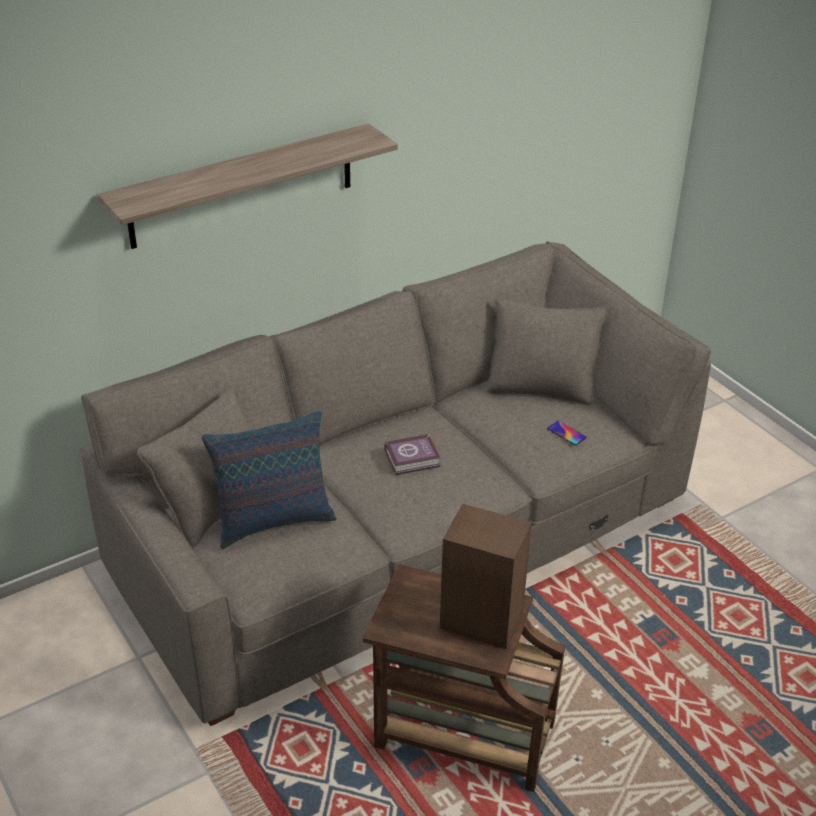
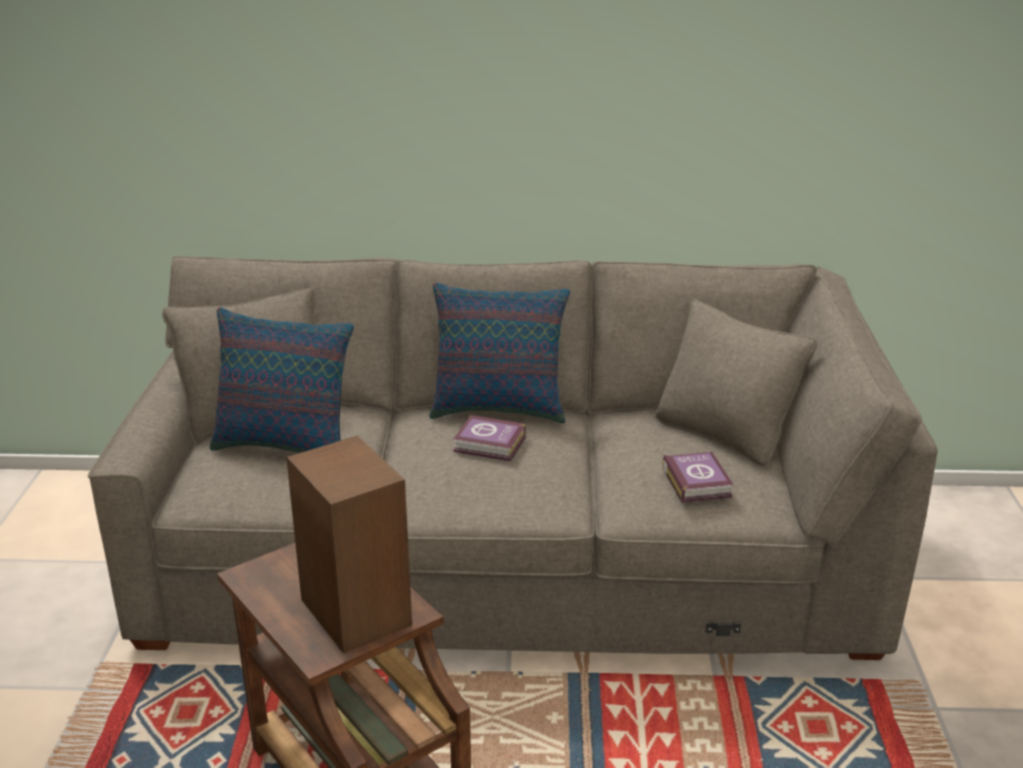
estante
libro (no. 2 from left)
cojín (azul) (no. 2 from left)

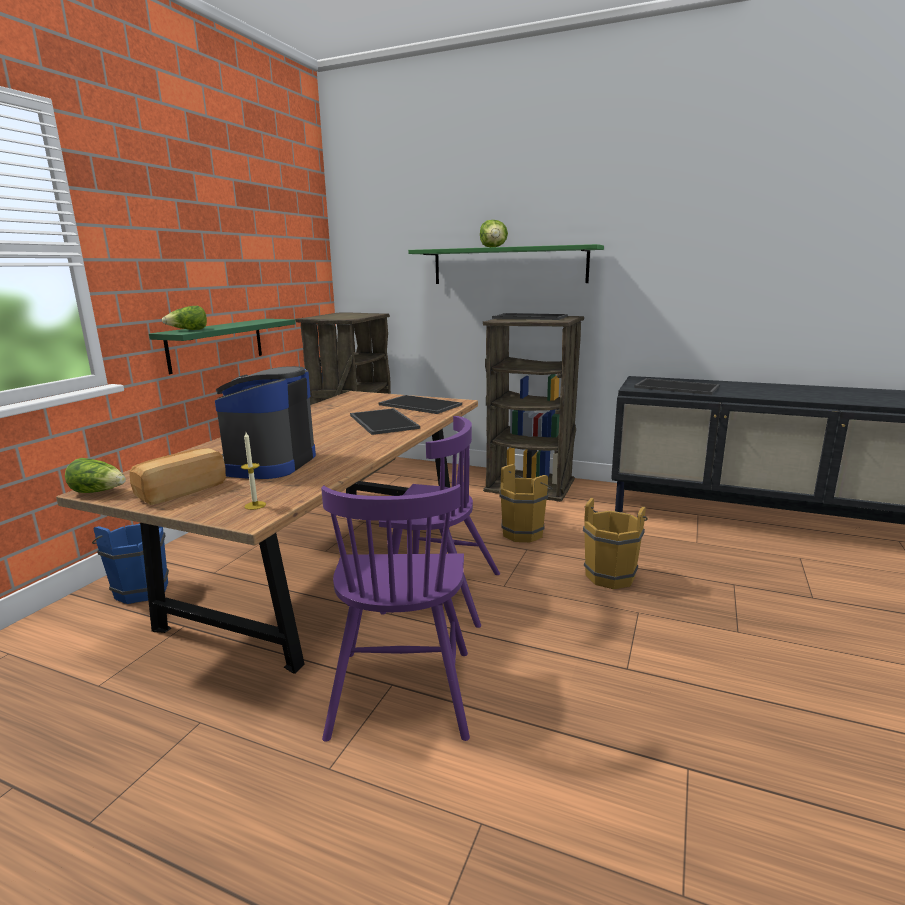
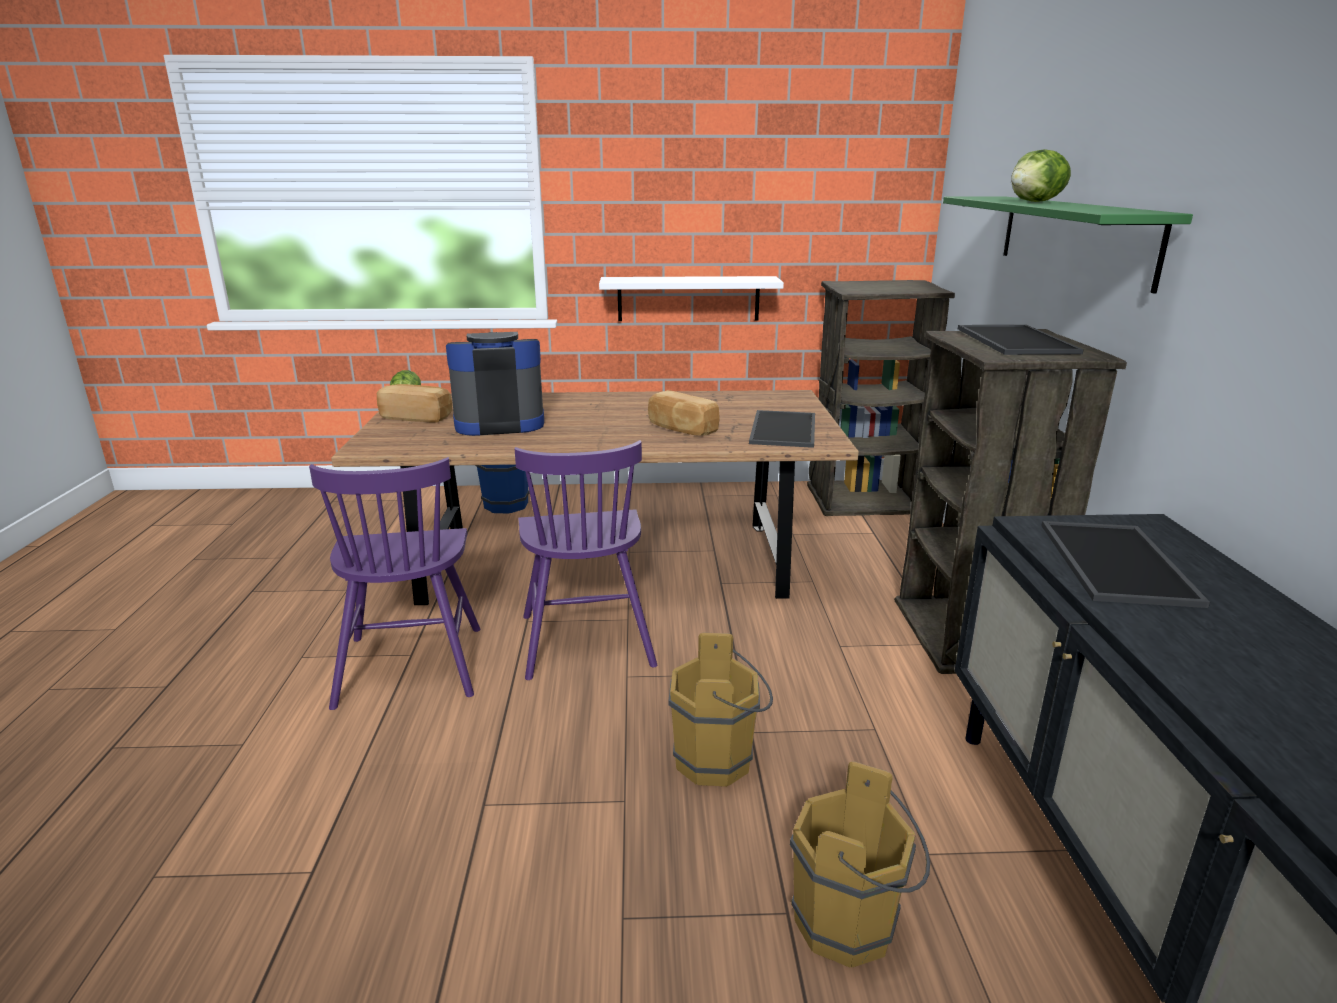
lechuga (no. 2 from left in the first image)
estante (blanco)
pan (no. 2 from left)
vela
cubo (marrón) (no. 2 from left)
silla (morado) (no. 1 from left)

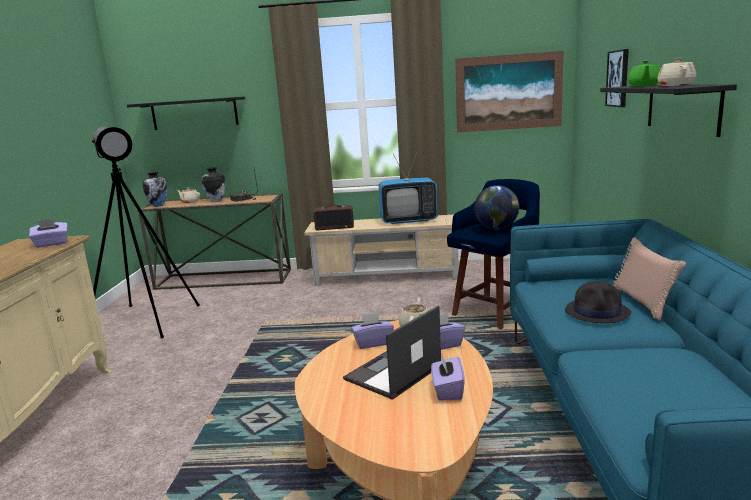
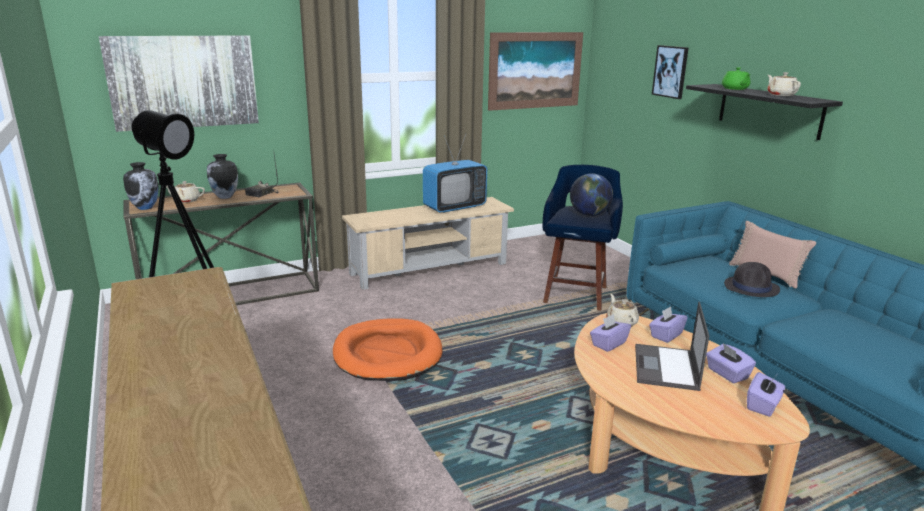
cuadro (no. 1 from left)
radio (no. 2 from left in the first image)
caja de pañuelos (morado) (no. 4 from left)
cama para perro (naranja)

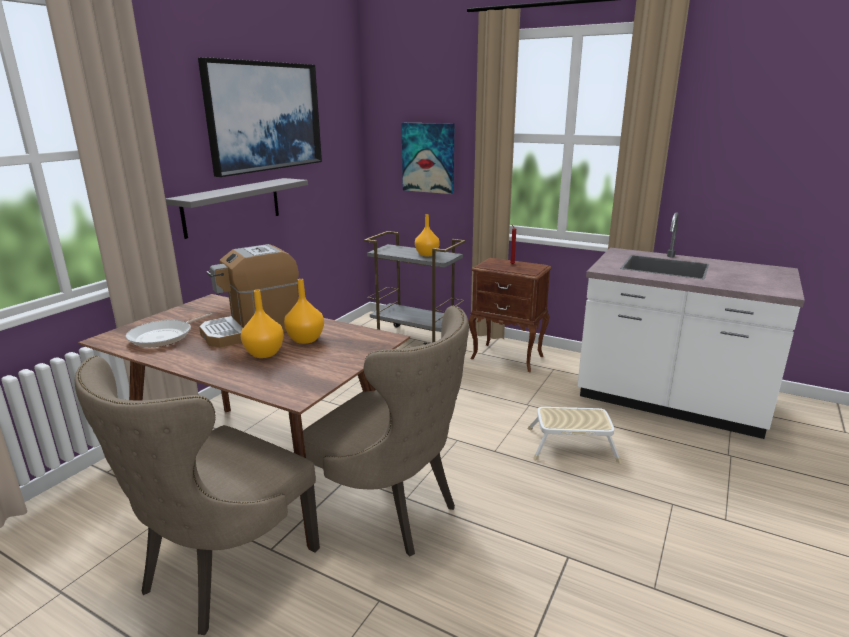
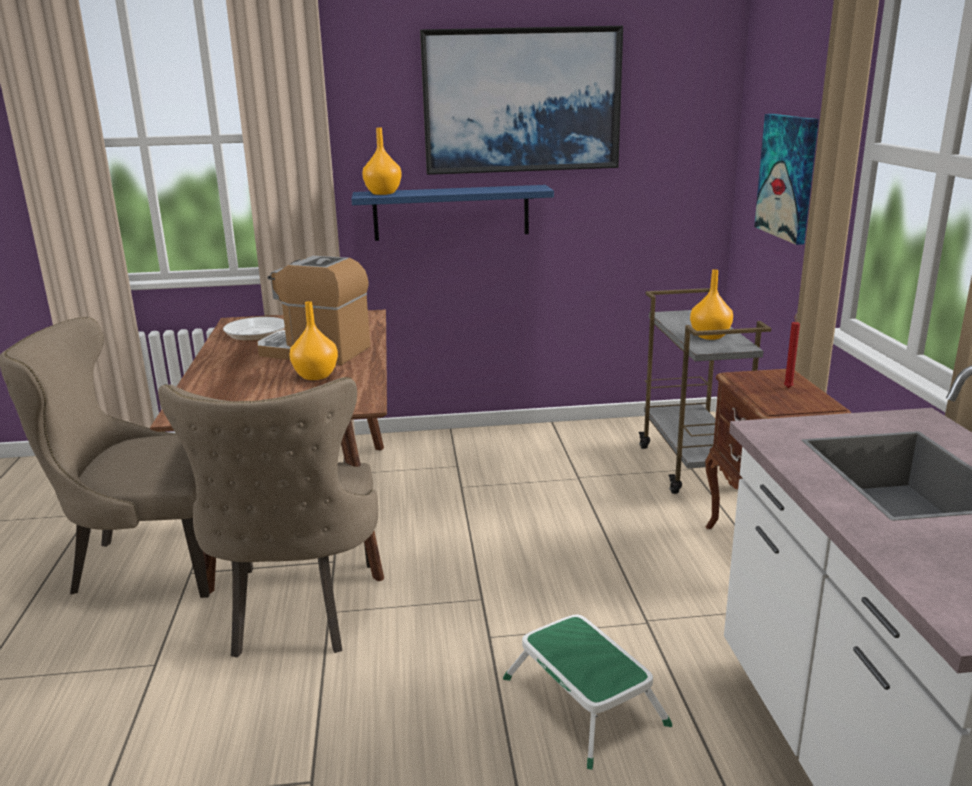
estante (azul)
florero (naranja) (no. 2 from left)
escalera de tijera (verde)

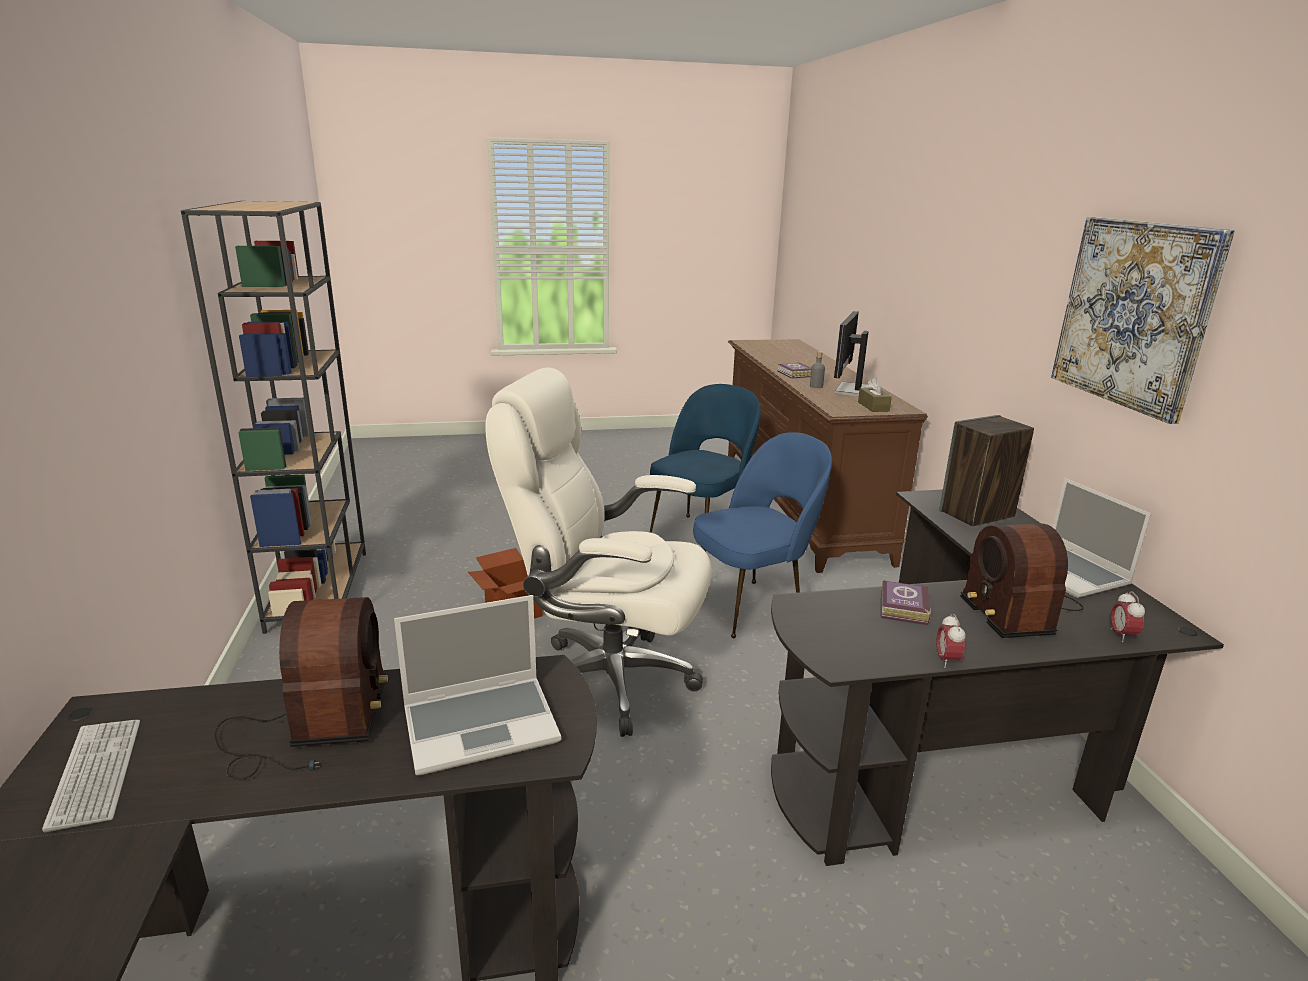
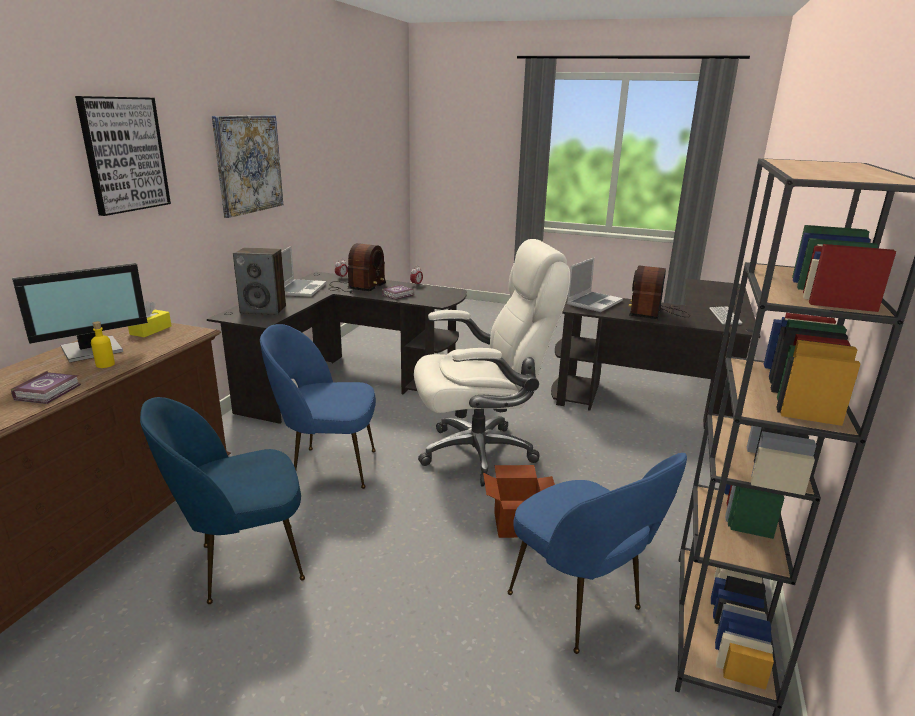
botella (amarillo)
silla de oficina (blanco)
caja de pañuelos (amarillo)
portátil (no. 2 from left)
cuadro (no. 1 from left)
silla (azul) (no. 3 from left)

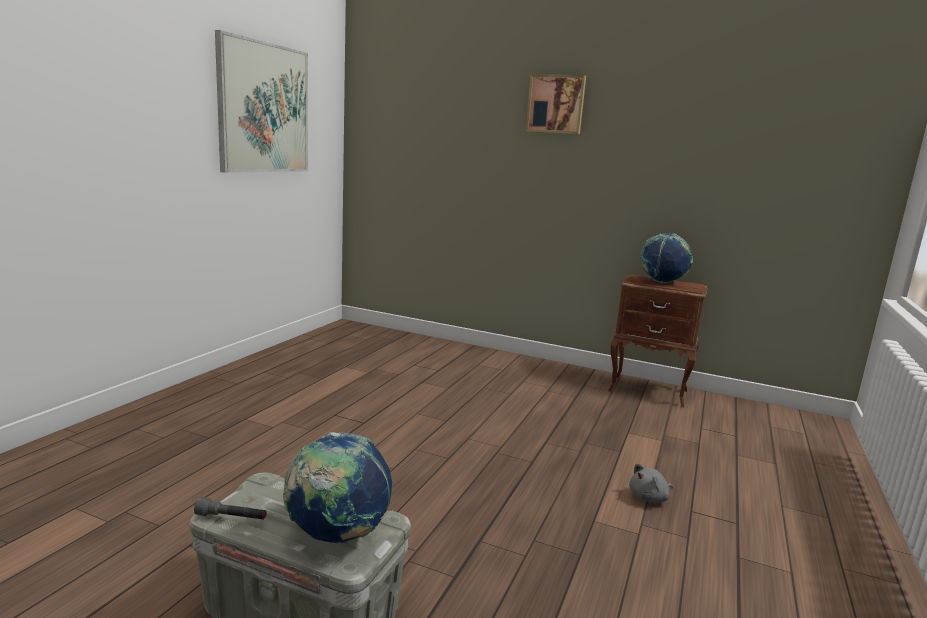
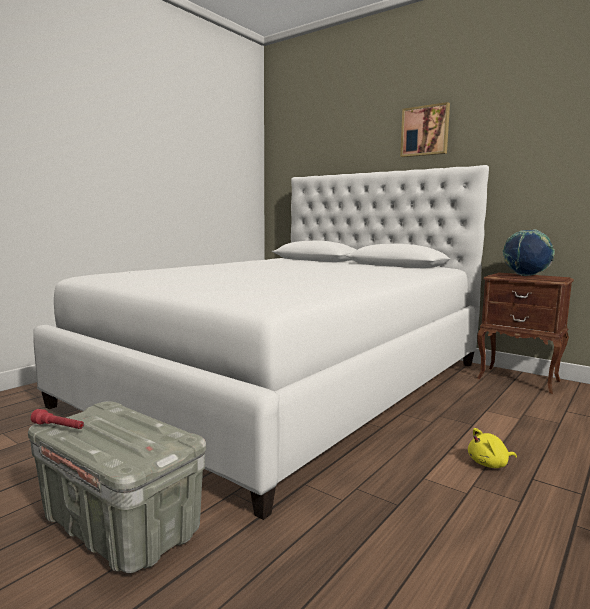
cuadro (no. 1 from left in the first image)
globo terráqueo (no. 1 from left in the first image)
peluche (amarillo)
linterna (rojo)
cama (blanco)

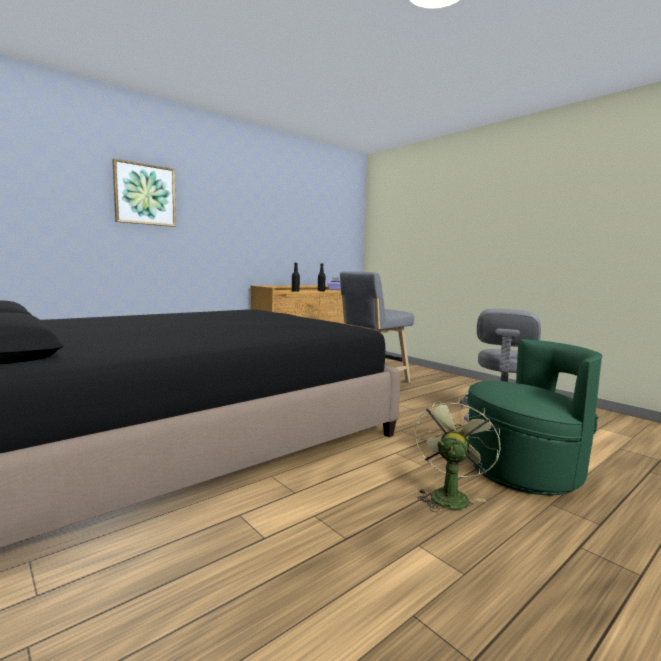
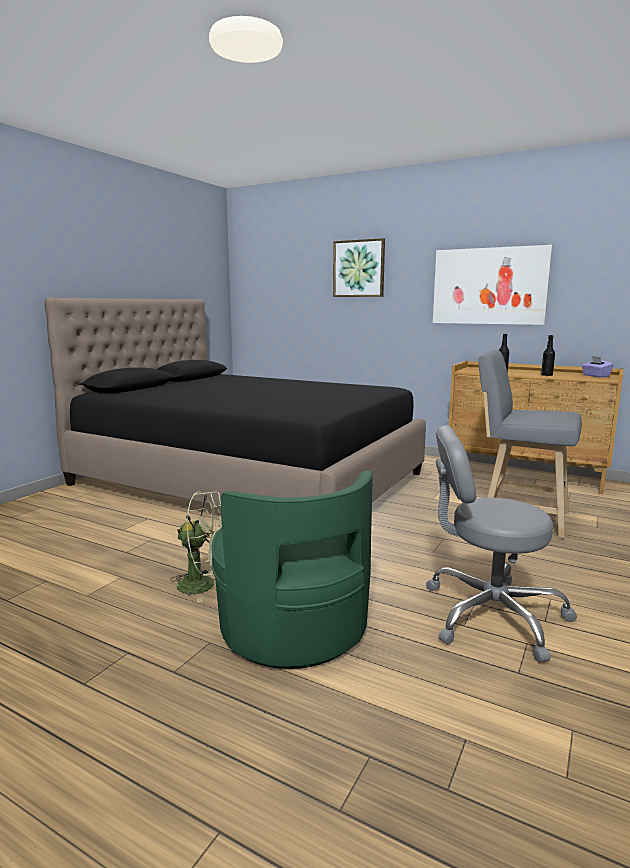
cuadro (no. 2 from left)

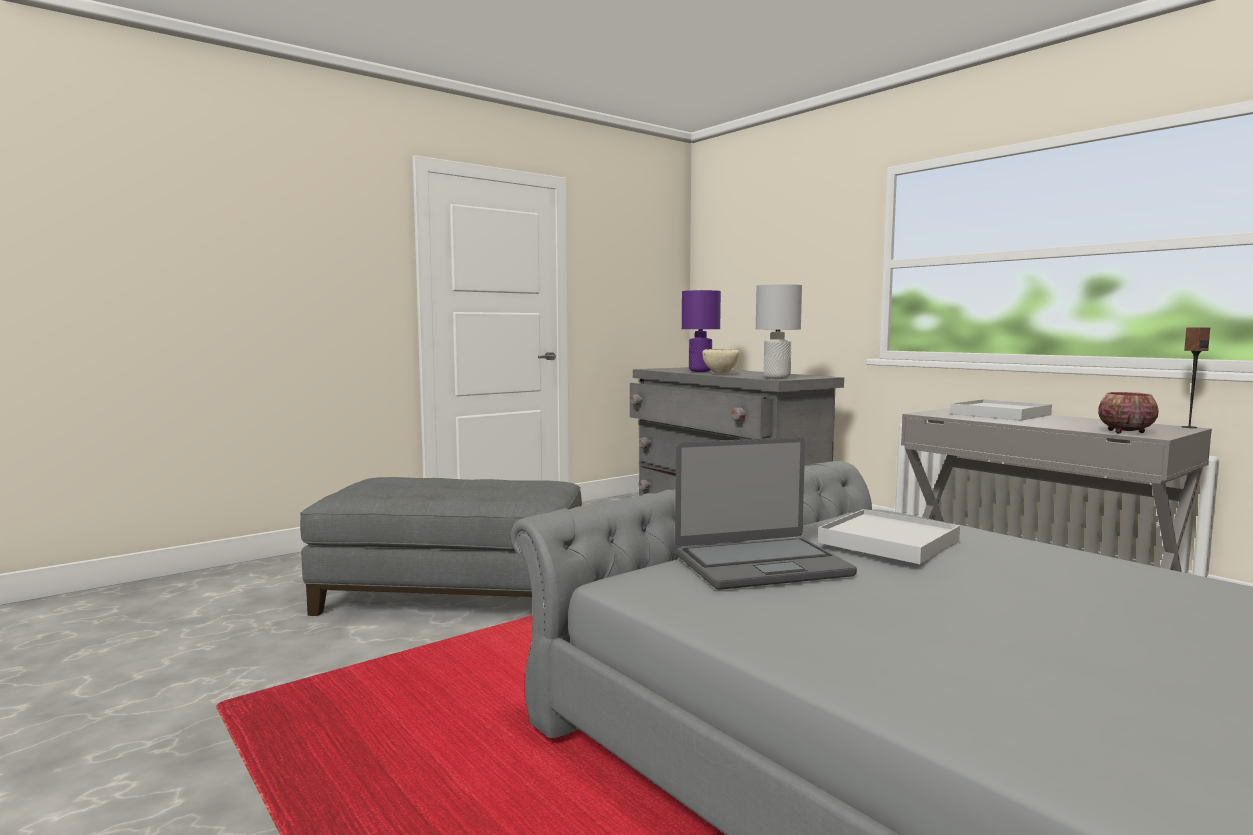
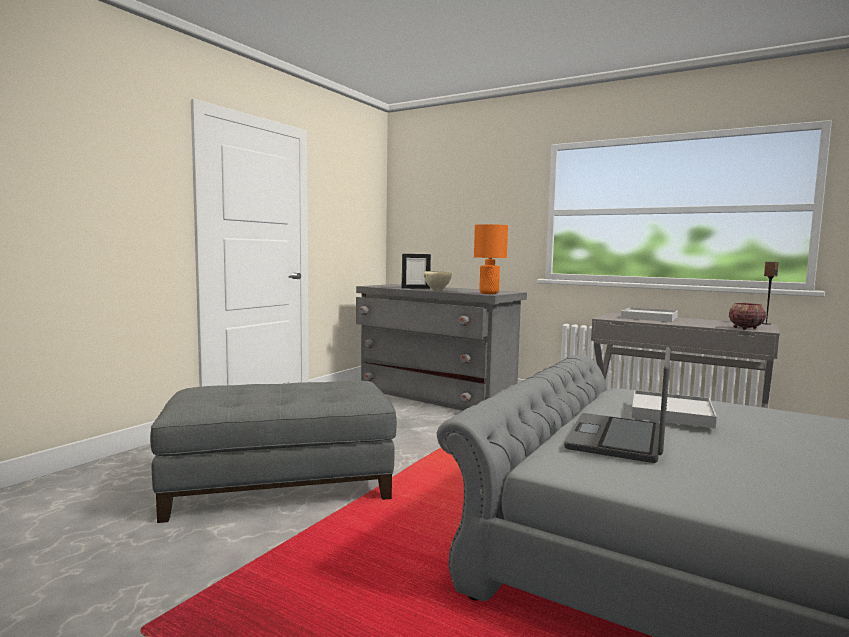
lámpara de mesa (naranja)
portarretratos
portátil

